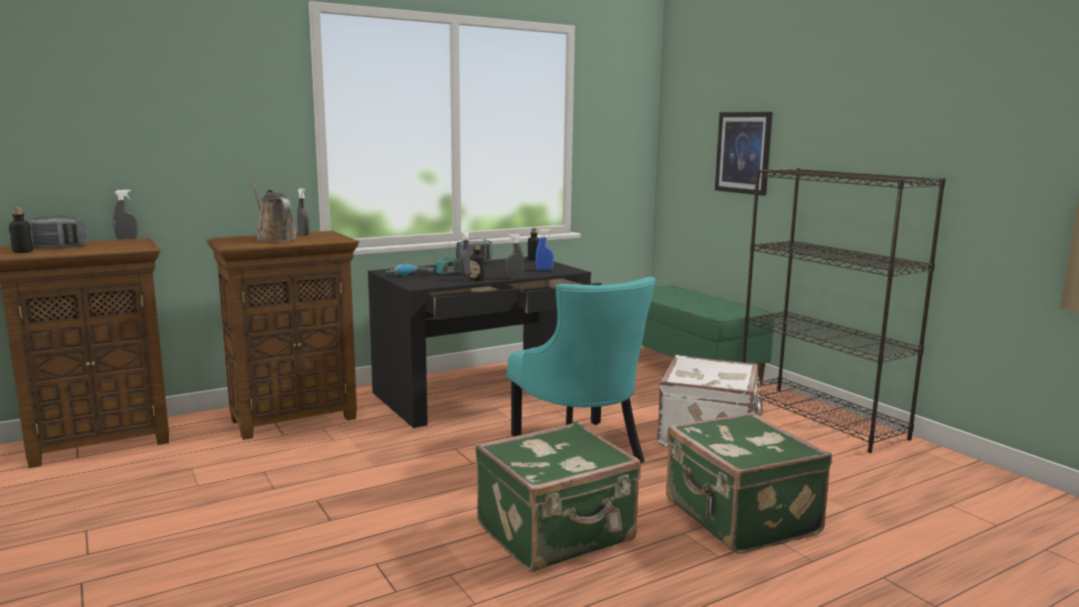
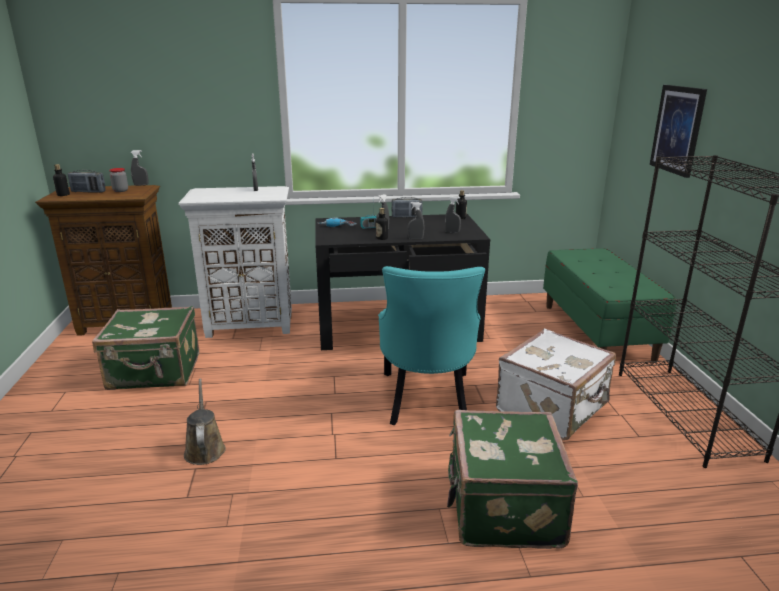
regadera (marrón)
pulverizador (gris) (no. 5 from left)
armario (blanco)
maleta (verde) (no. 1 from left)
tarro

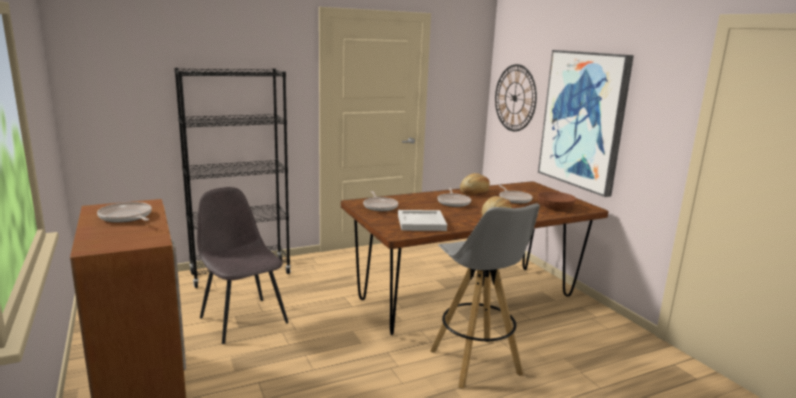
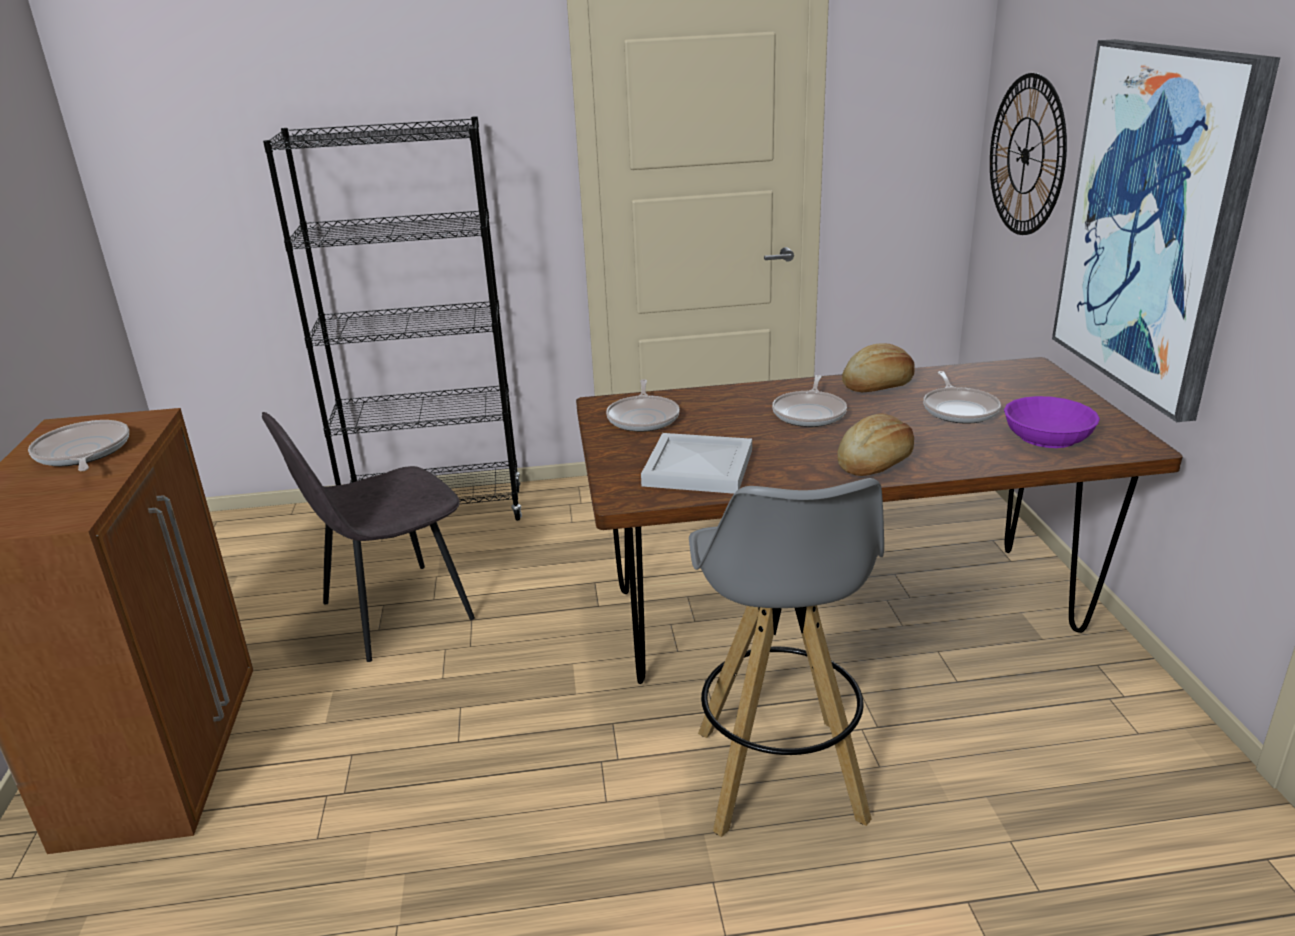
silla (gris)
cuenco (morado)

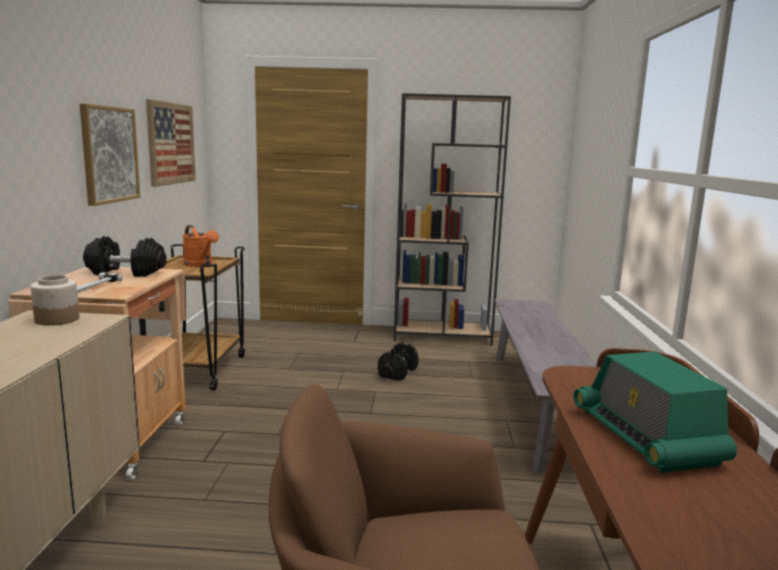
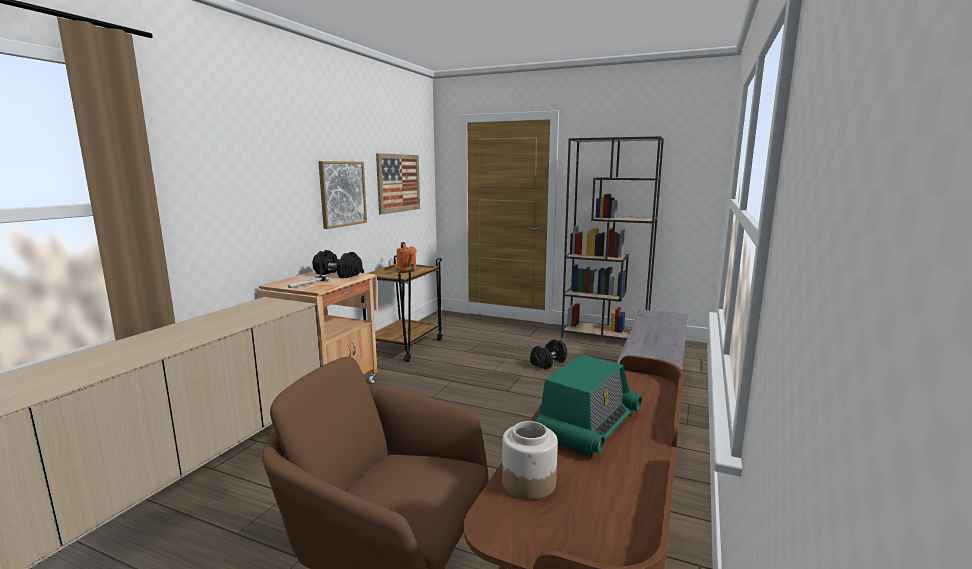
tarro
radio

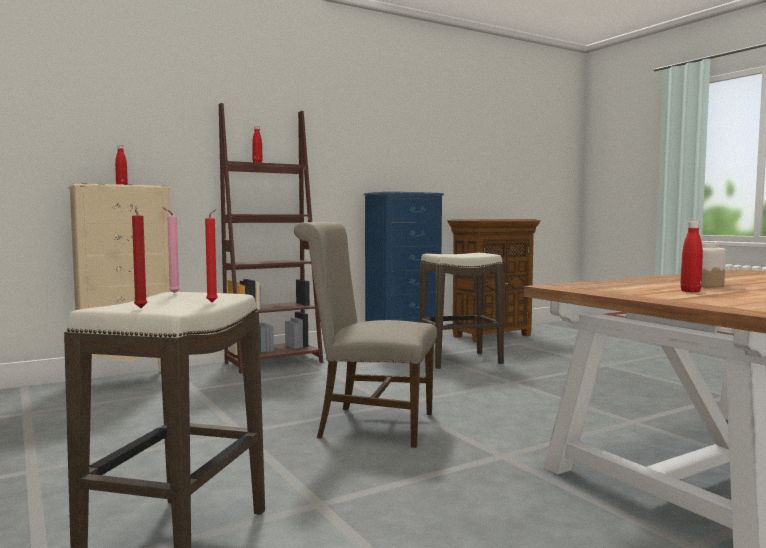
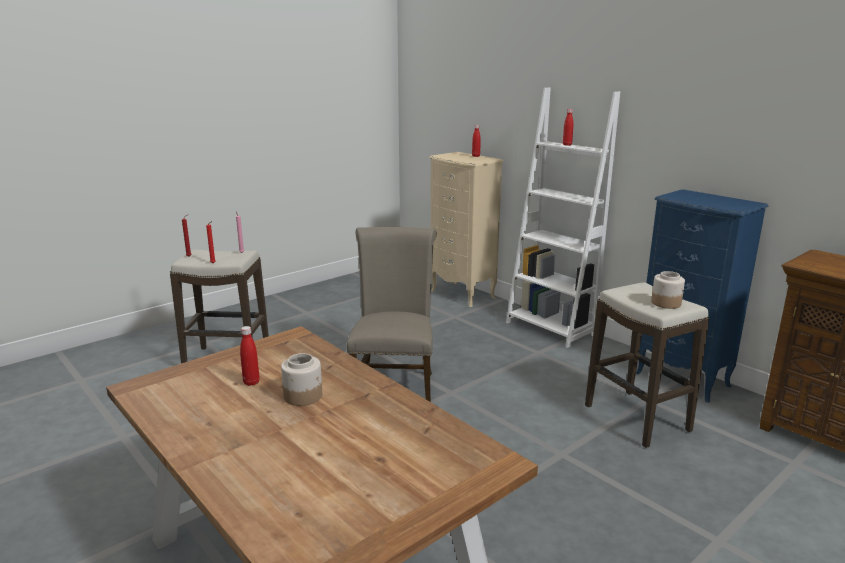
estantería (blanco)
tarro (no. 2 from left)

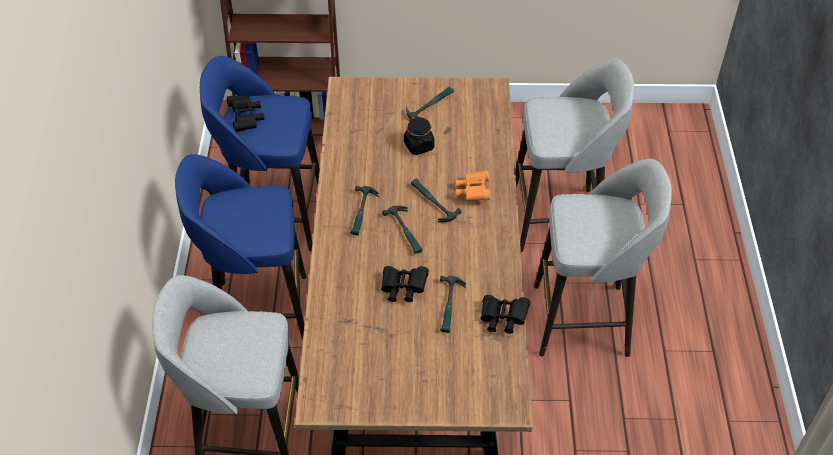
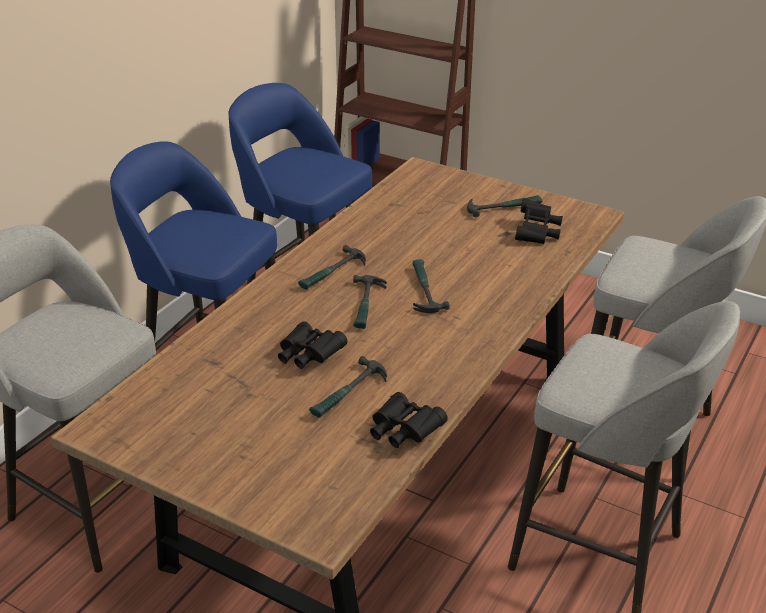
prismáticos (negro) (no. 3 from left)
tarro (negro)
prismáticos (naranja)

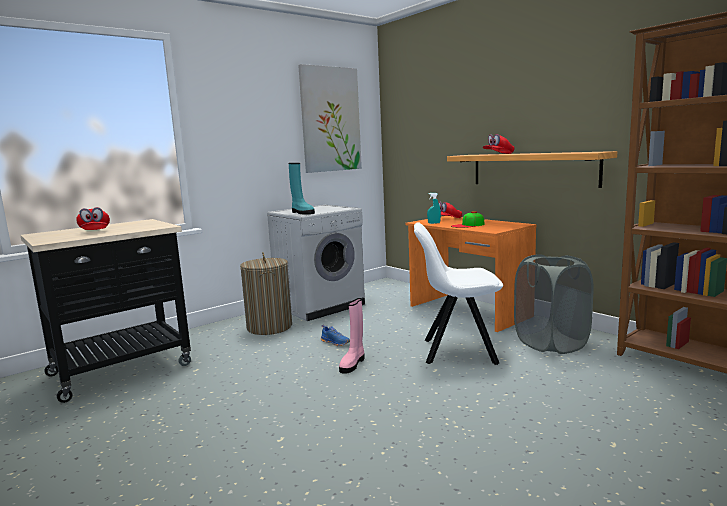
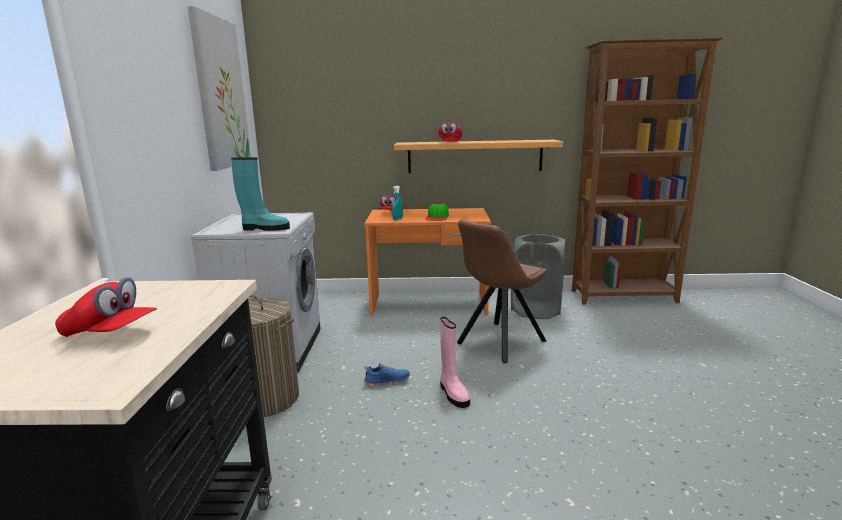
silla (marrón)

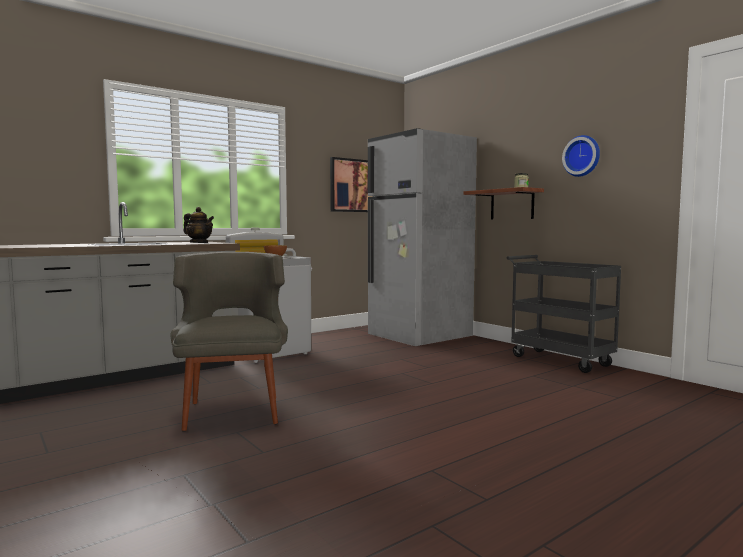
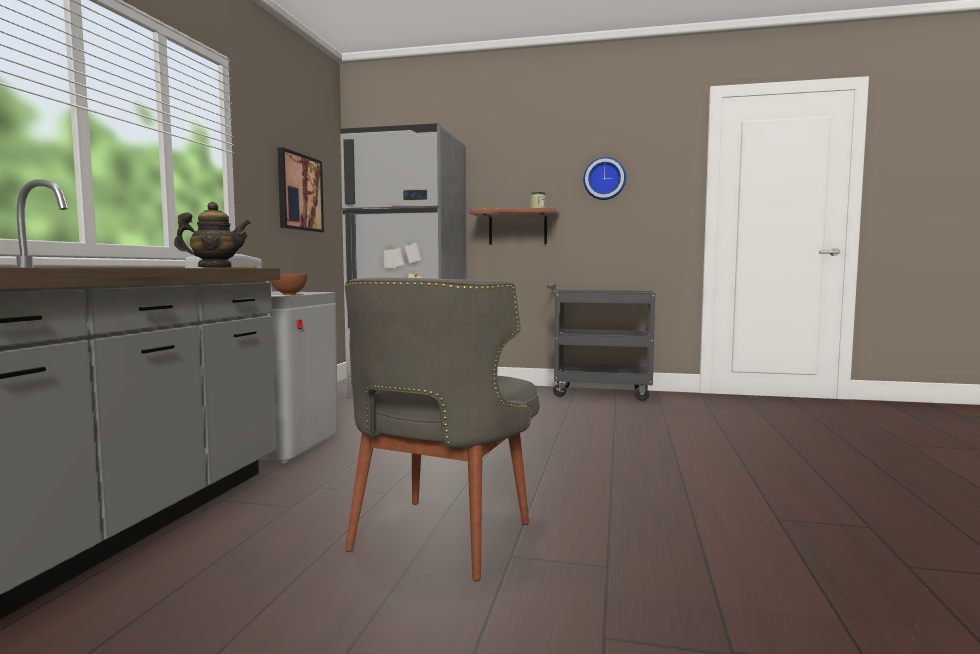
silla (gris)

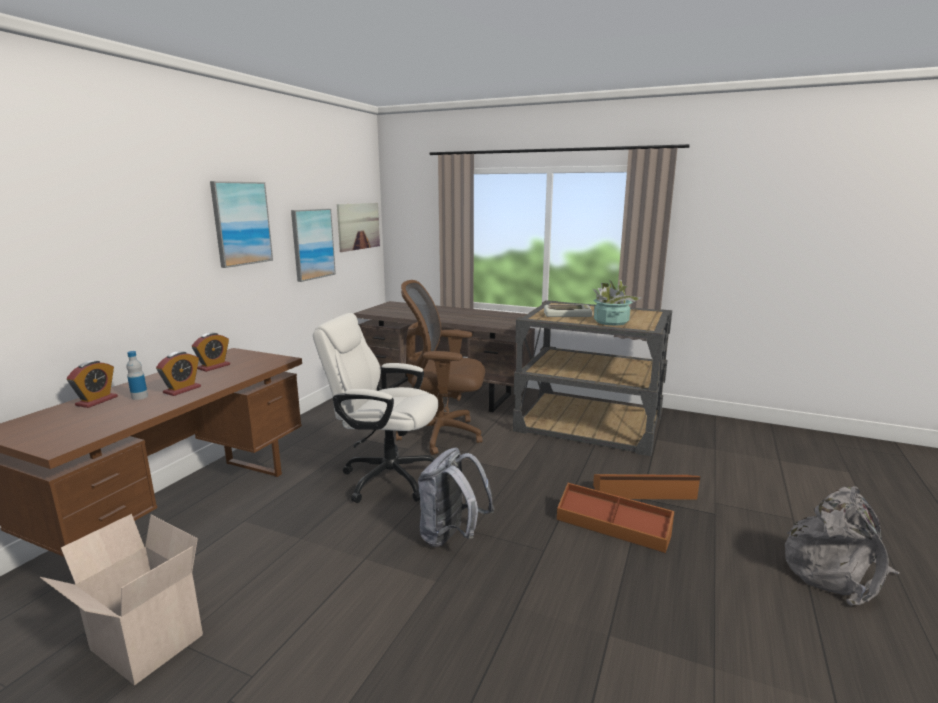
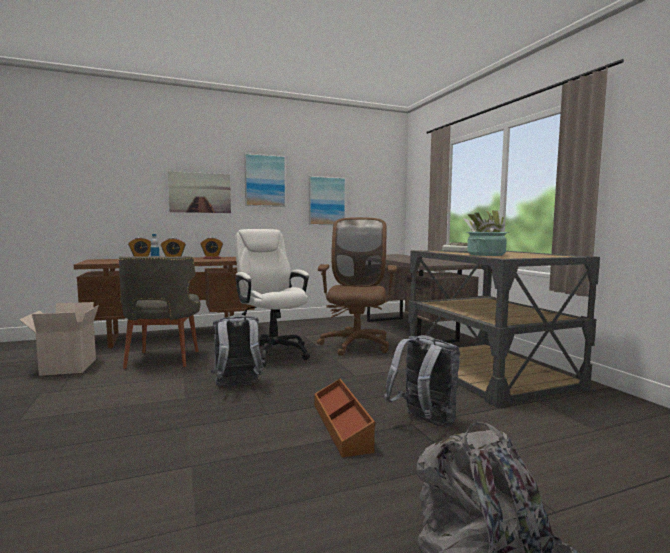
cuadro (no. 1 from left)
silla de oficina (marrón)
mochila (gris) (no. 2 from left)
silla (gris)

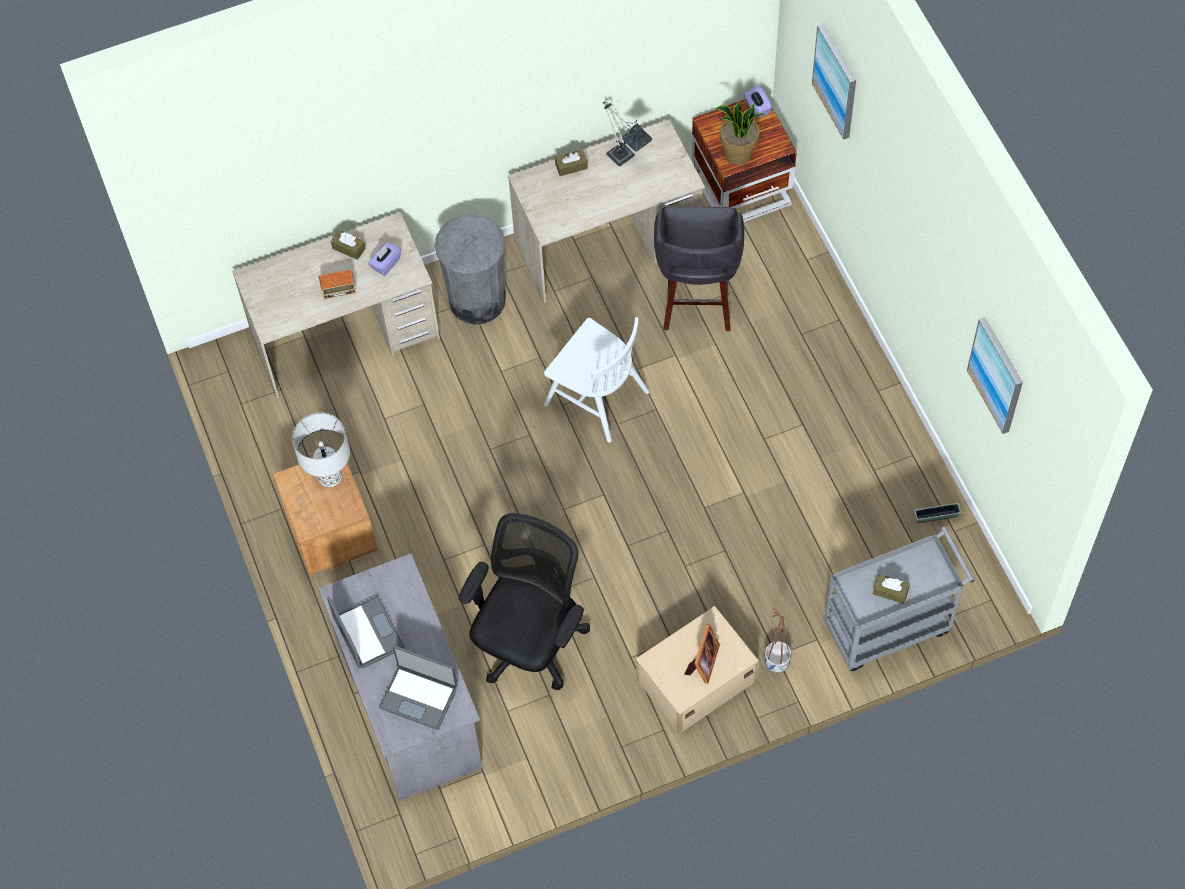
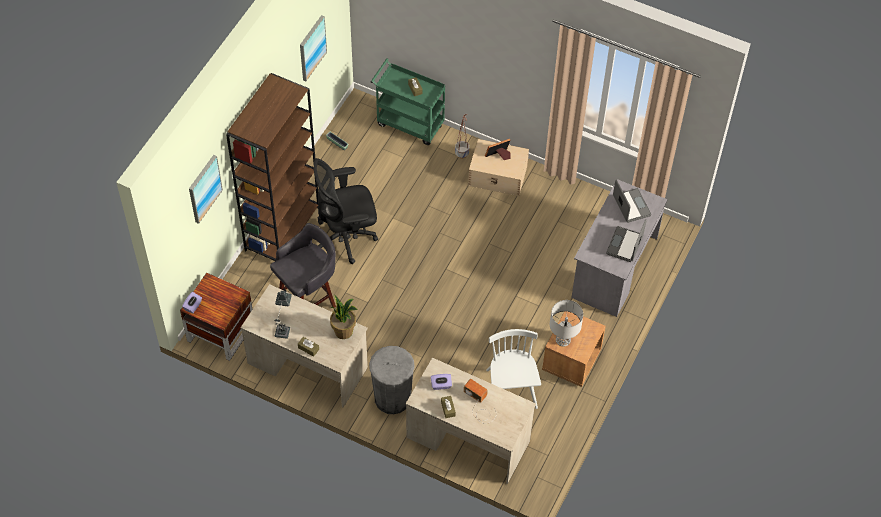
planta en maceta
silla (blanco)
silla de oficina (negro)
carrito (verde)
estantería (marrón)

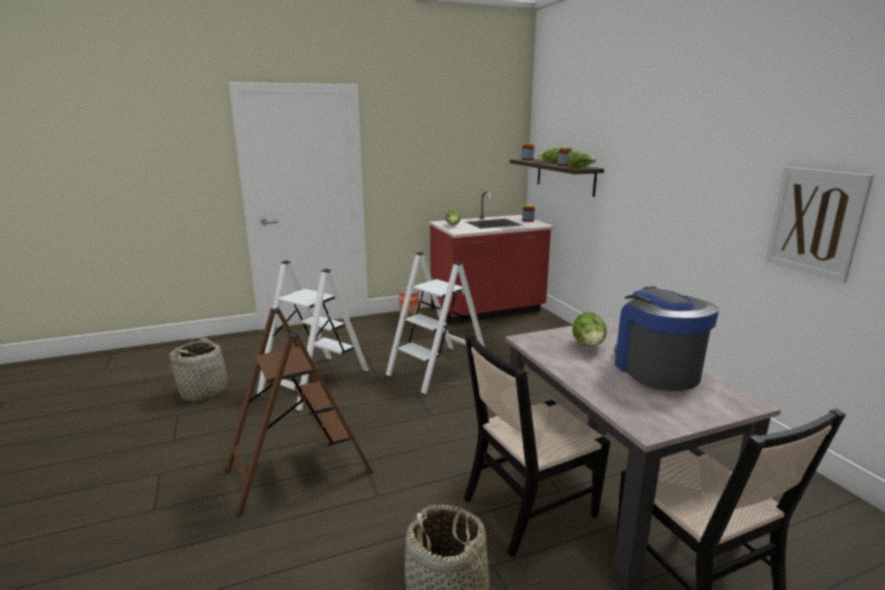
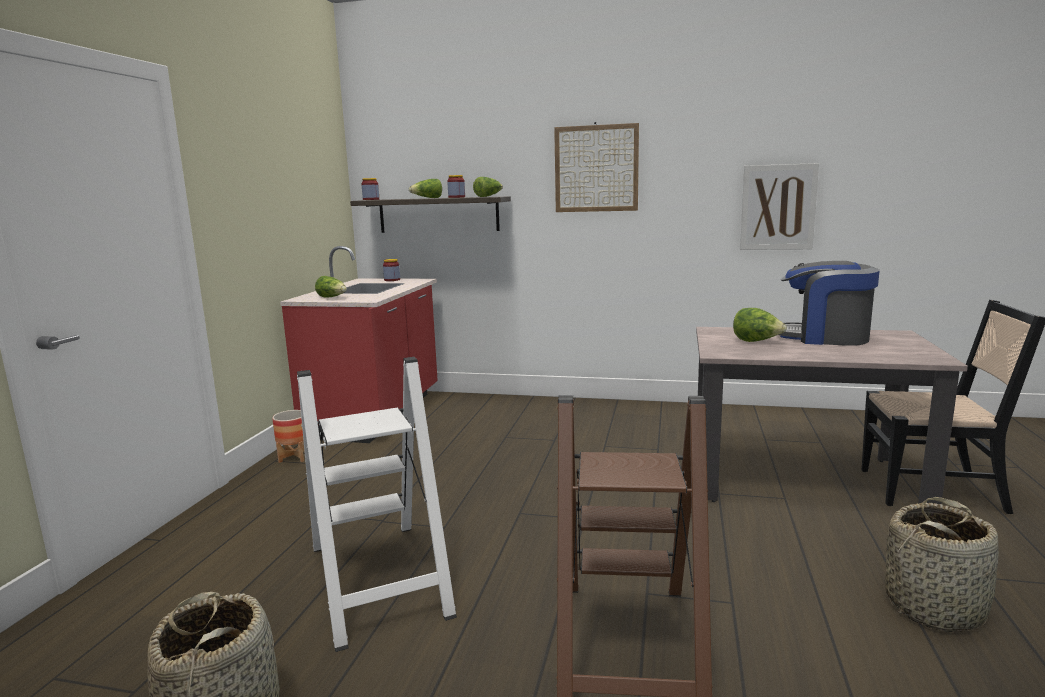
escalera de tijera (blanco) (no. 2 from left in the first image)
silla (no. 1 from left in the first image)
cuadro (no. 1 from left)

